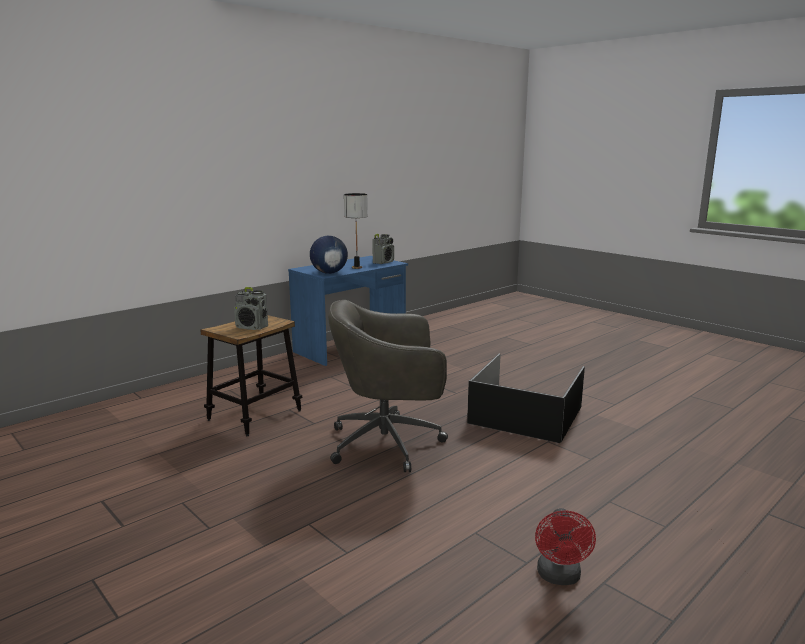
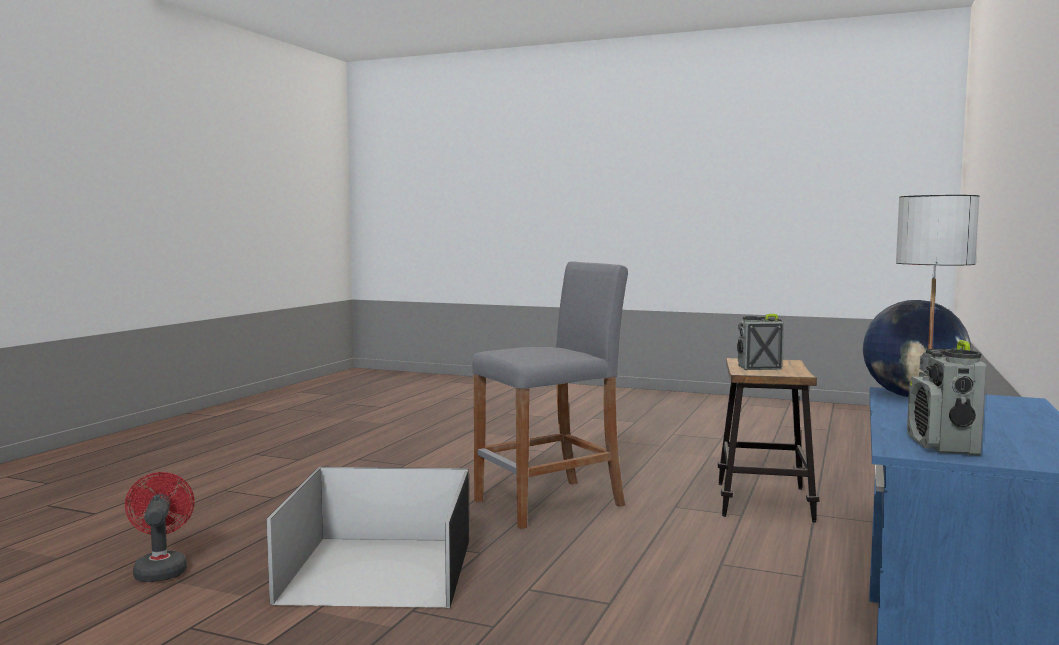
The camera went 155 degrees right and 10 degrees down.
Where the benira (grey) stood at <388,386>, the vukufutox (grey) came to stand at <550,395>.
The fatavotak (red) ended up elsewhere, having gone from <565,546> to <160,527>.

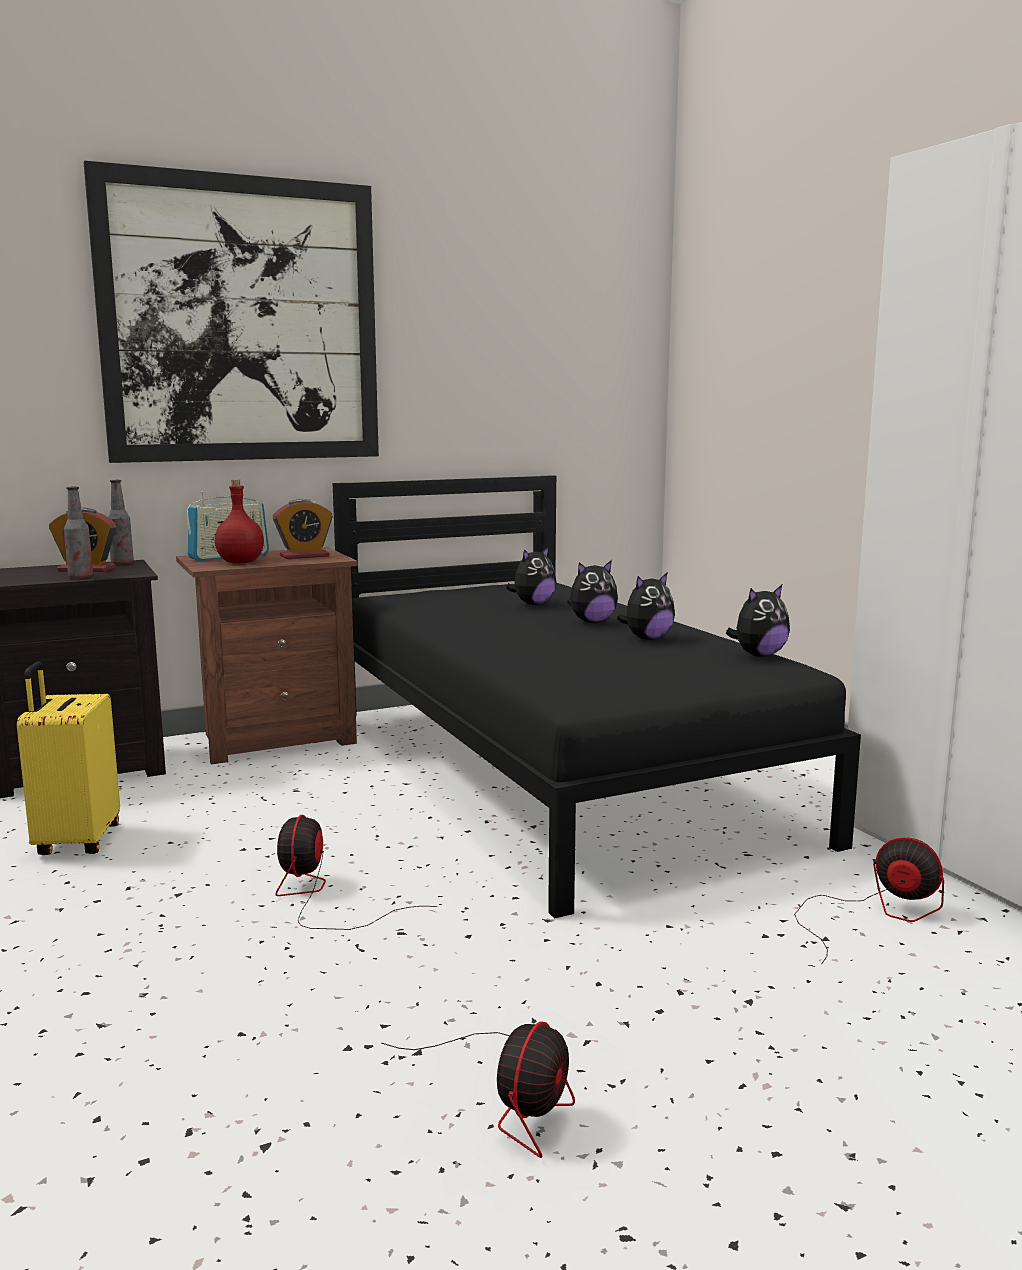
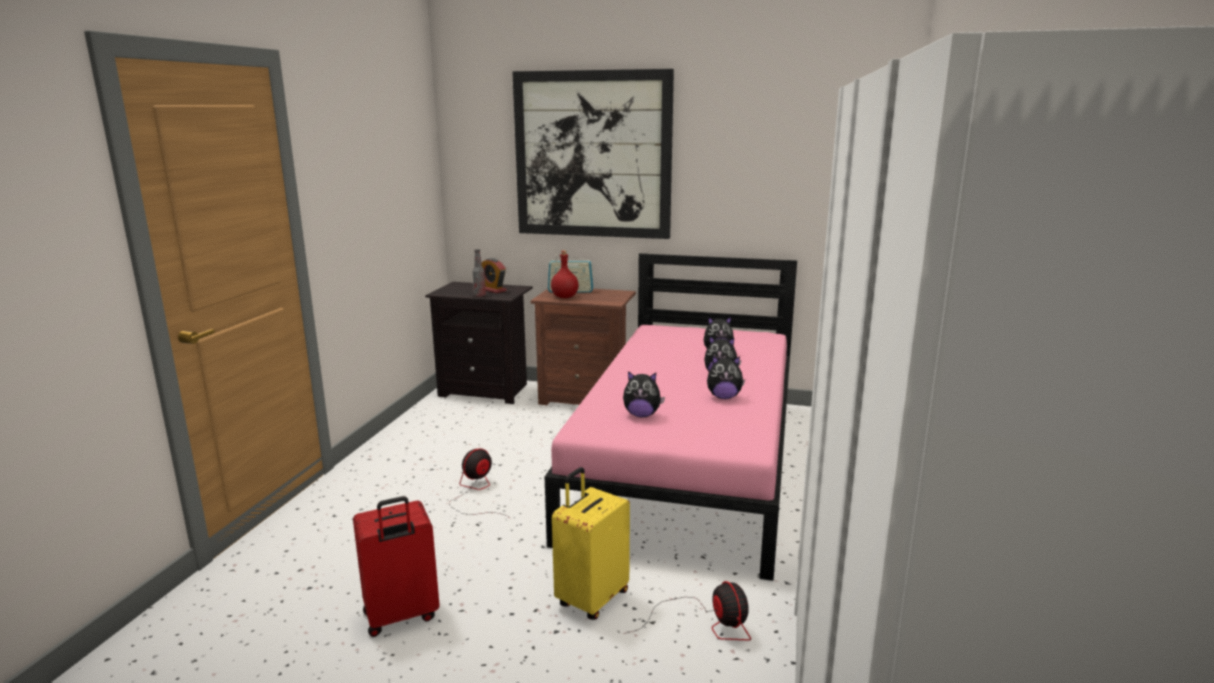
The camera went 40 degrees right and 5 degrees up.
What was the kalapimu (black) at <597,697> turned into the kalapimu (pink) at <671,417>.
The second view lost the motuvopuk at <121,522>.
The second view lost the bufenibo at <303,529>.
The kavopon ended up elsewhere, having gone from <758,621> to <644,394>.
The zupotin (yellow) ended up elsewhere, having gone from <68,758> to <591,543>.
Where the fatavotak stood at <478,1089>, the zupotin (red) came to stand at <396,566>.

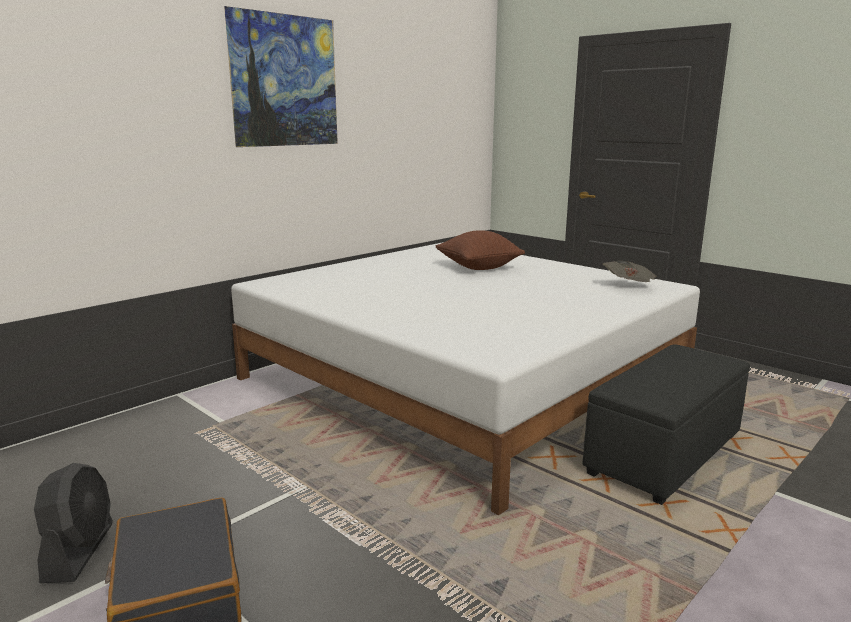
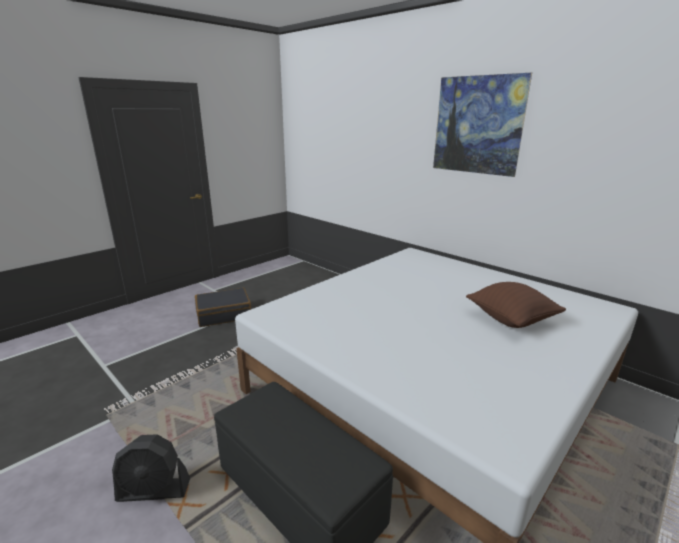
The camera went 90 degrees right and 5 degrees up.
The second view lost the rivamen at <629,271>.
The fatavotak (black) ended up elsewhere, having gone from <73,523> to <151,468>.

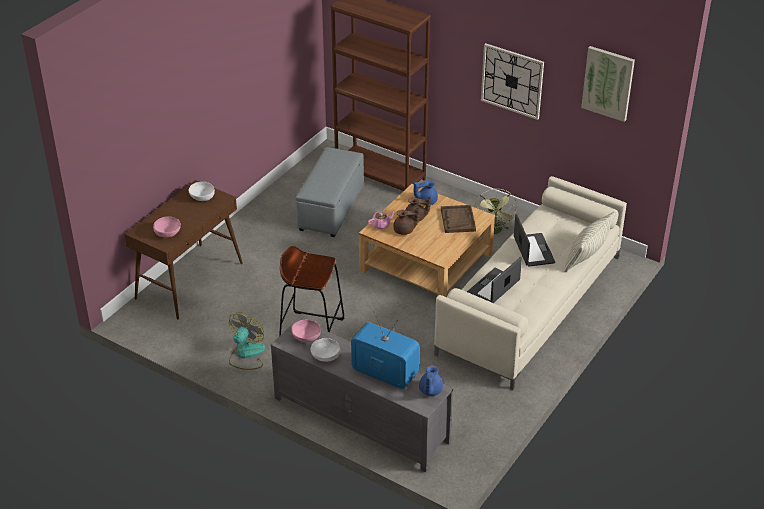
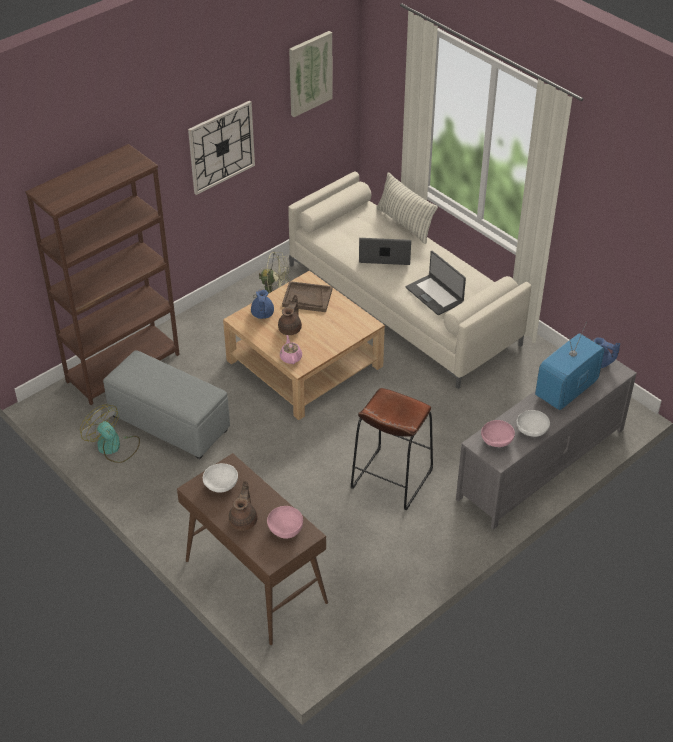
The camera went 75 degrees left and 5 degrees up.
The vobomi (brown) ended up elsewhere, having gone from <406,221> to <243,505>.
The fatavotak ended up elsewhere, having gone from <247,341> to <110,433>.

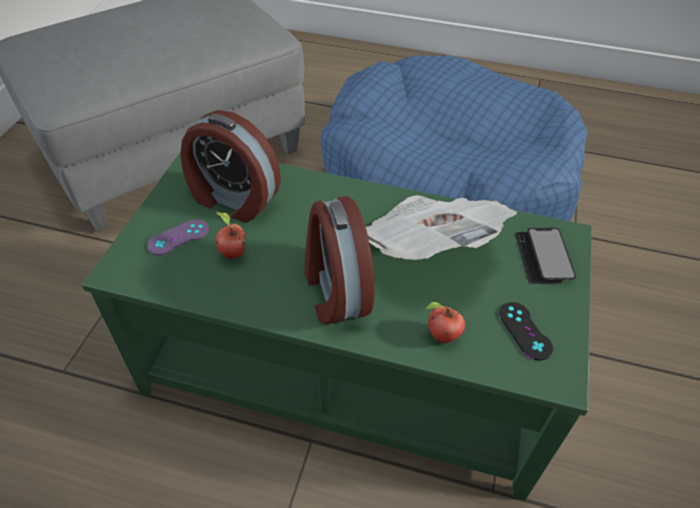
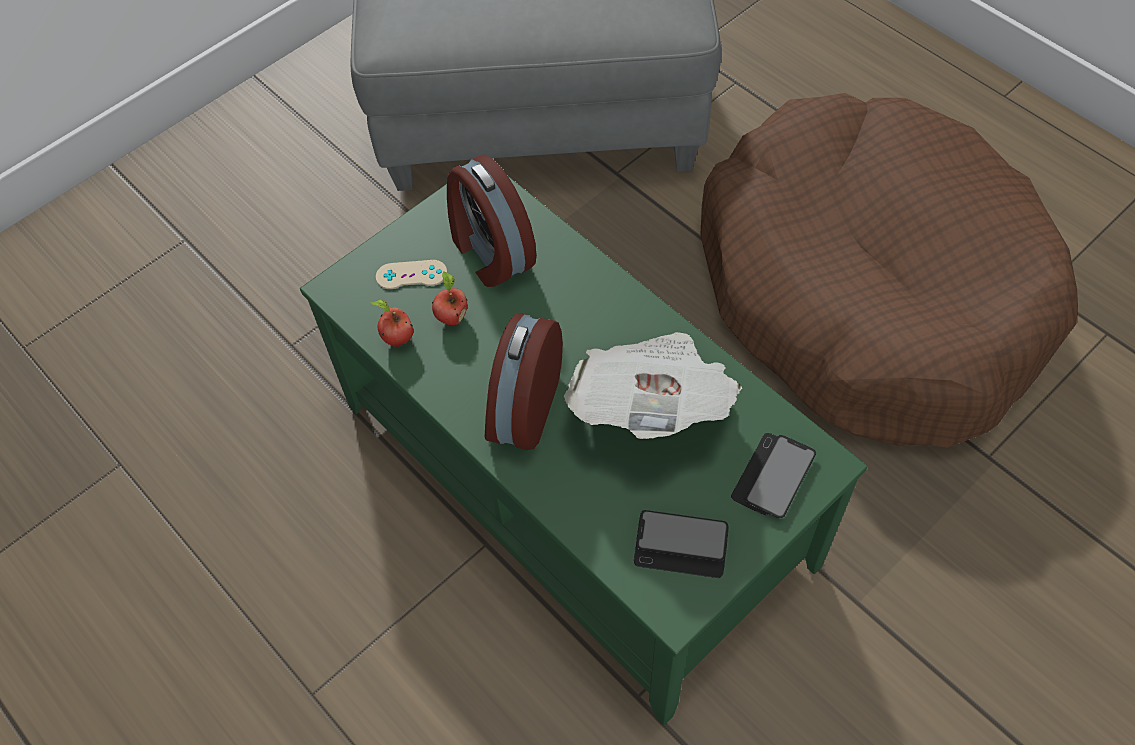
The camera went 35 degrees right and 10 degrees up.
What was the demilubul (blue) at <454,138> turned into the demilubul (brown) at <889,270>.
What was the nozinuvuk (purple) at <178,237> turned into the nozinuvuk (beige) at <411,274>.
The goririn ended up elsewhere, having gone from <446,322> to <391,323>.
Where the nozinuvuk (black) stood at <526,331>, the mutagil came to stand at <681,544>.

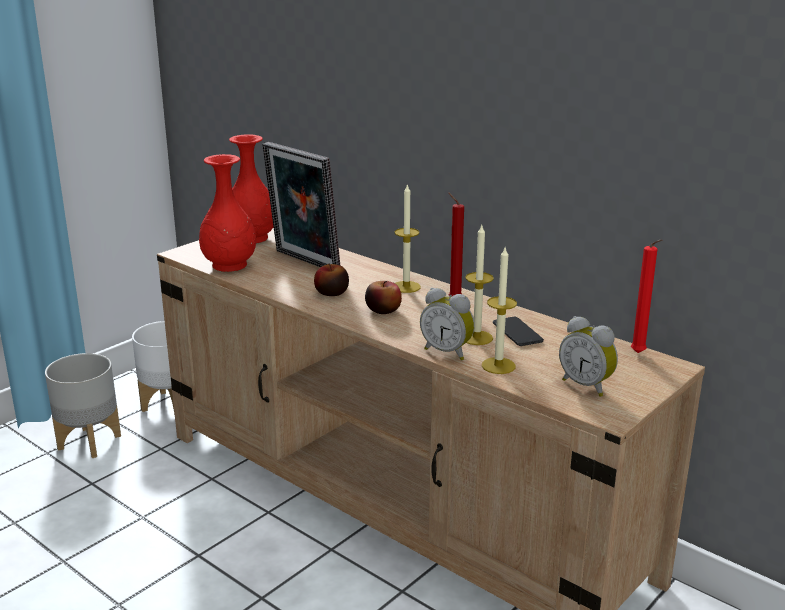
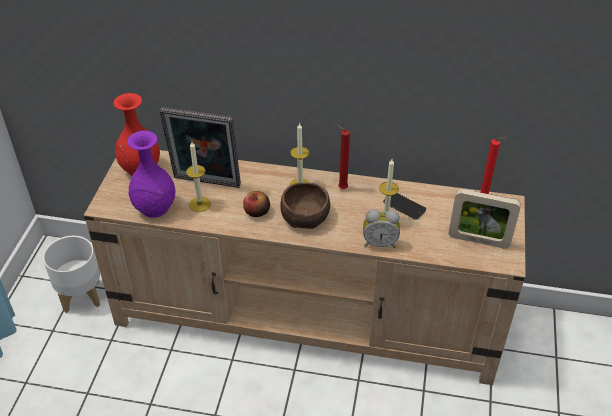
The camera went 30 degrees left and 20 degrees up.
What was the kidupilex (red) at <227,213> turned into the kidupilex (purple) at <151,174>.
The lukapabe ended up elsewhere, having gone from <499,311> to <198,177>.
Where the goririn stood at <383,297>, the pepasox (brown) came to stand at <305,205>.
Where the bufenibo stood at <588,356>, the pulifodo came to stand at <485,219>.
The second view lost the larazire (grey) at <83,405>.

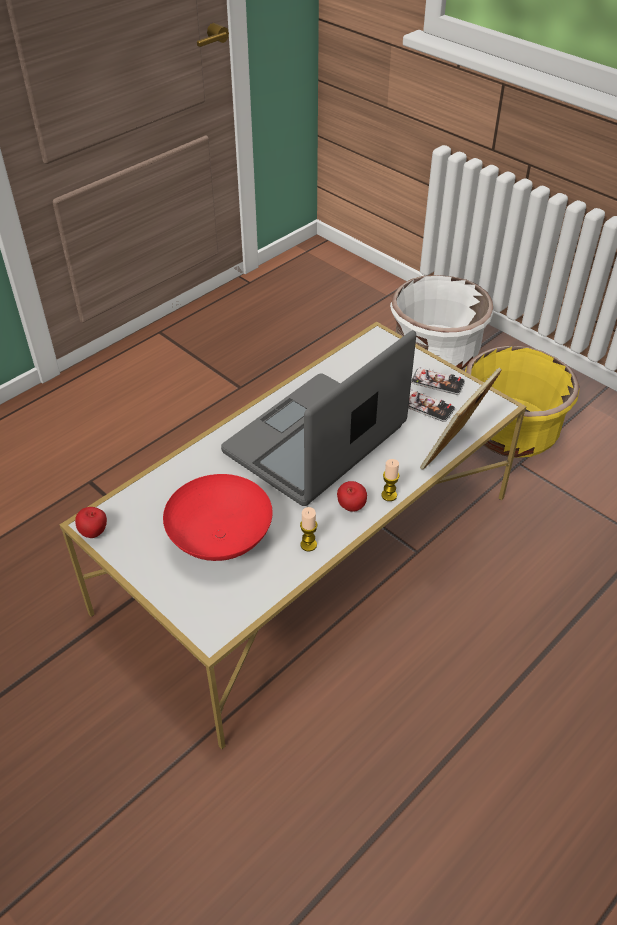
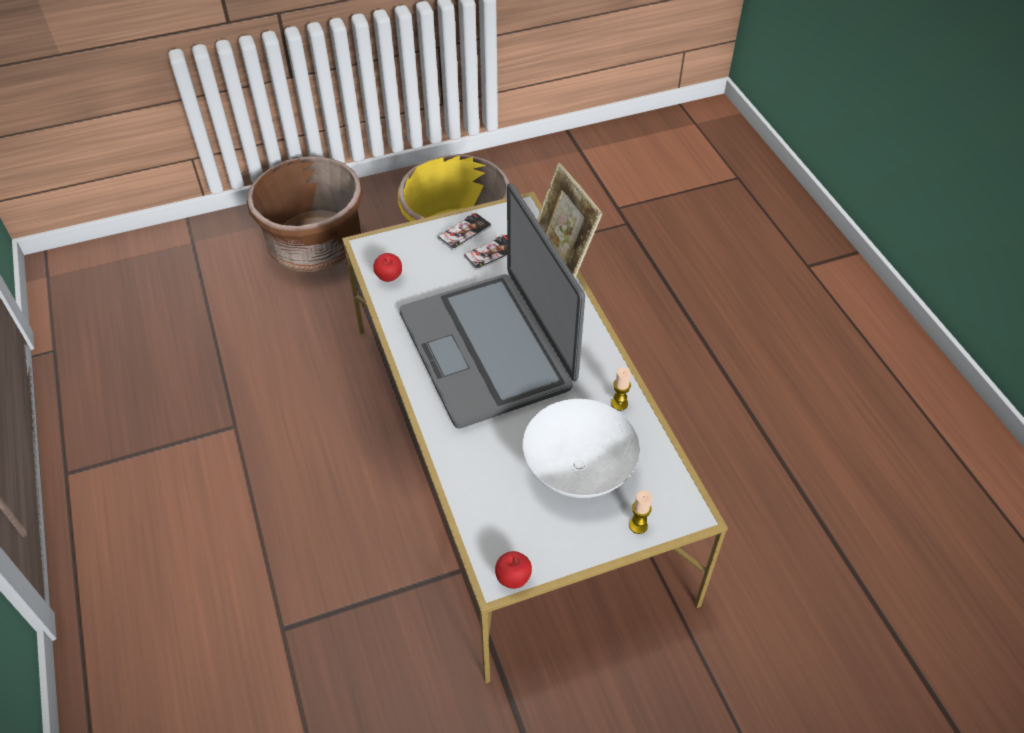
The camera went 65 degrees left and 5 degrees up.
What was the larazire (white) at <442,322> turned into the larazire (brown) at <305,214>.
The lukapabe ended up elsewhere, having gone from <390,480> to <640,512>.
What was the pepasox (red) at <218,517> turned into the pepasox (white) at <581,448>.
The goririn ended up elsewhere, having gone from <352,496> to <387,267>.

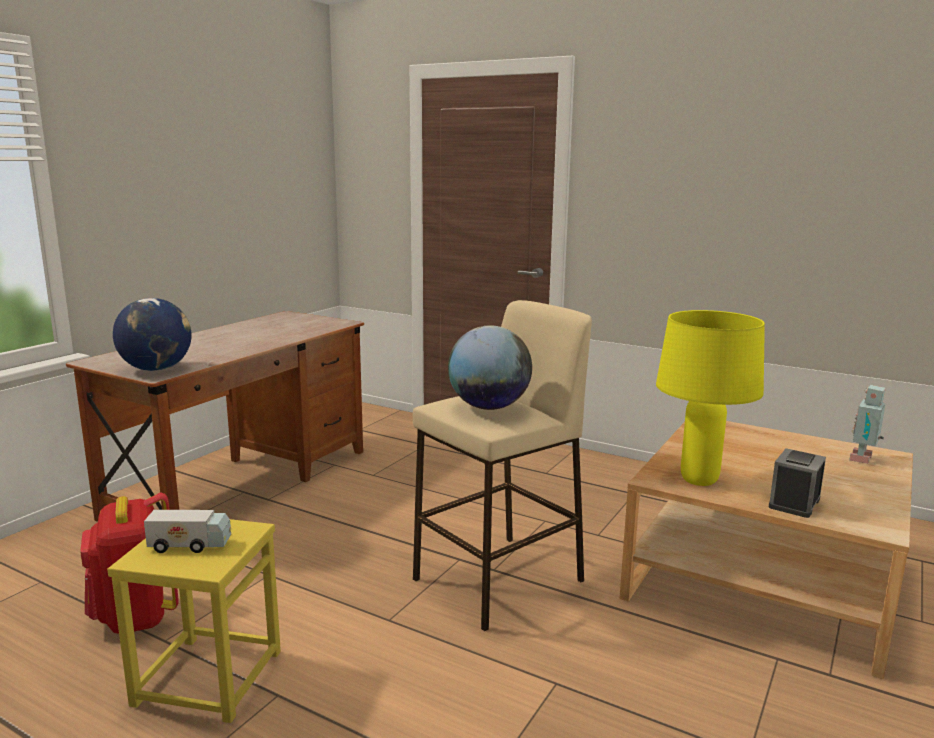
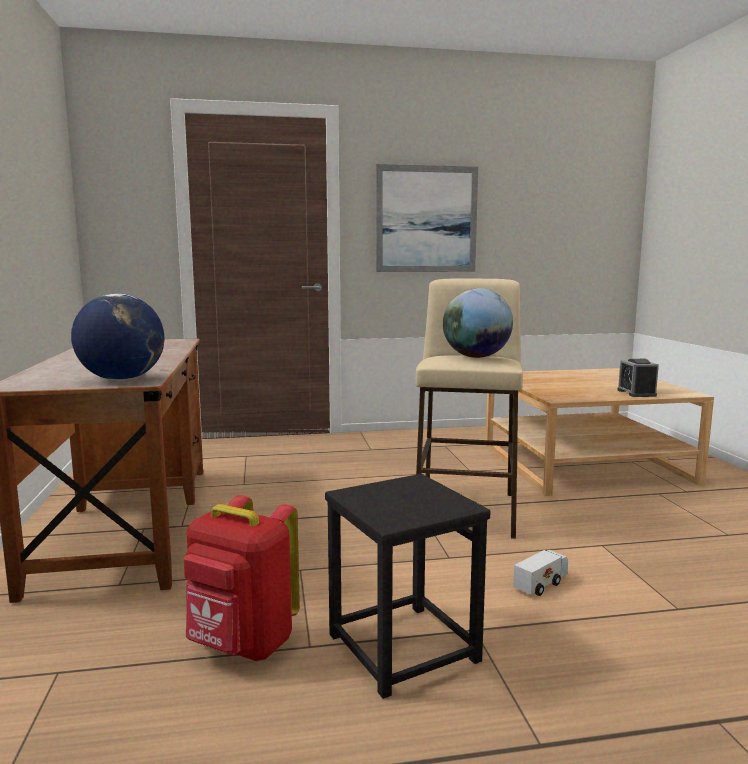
The camera went 40 degrees left and 5 degrees down.
The second view lost the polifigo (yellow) at <710,398>.
The second view lost the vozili at <867,424>.
The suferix ended up elsewhere, having gone from <187,531> to <540,573>.
What was the vukufutox (yellow) at <194,621> turned into the vukufutox (black) at <407,586>.
The second view gained the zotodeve at <427,218>.

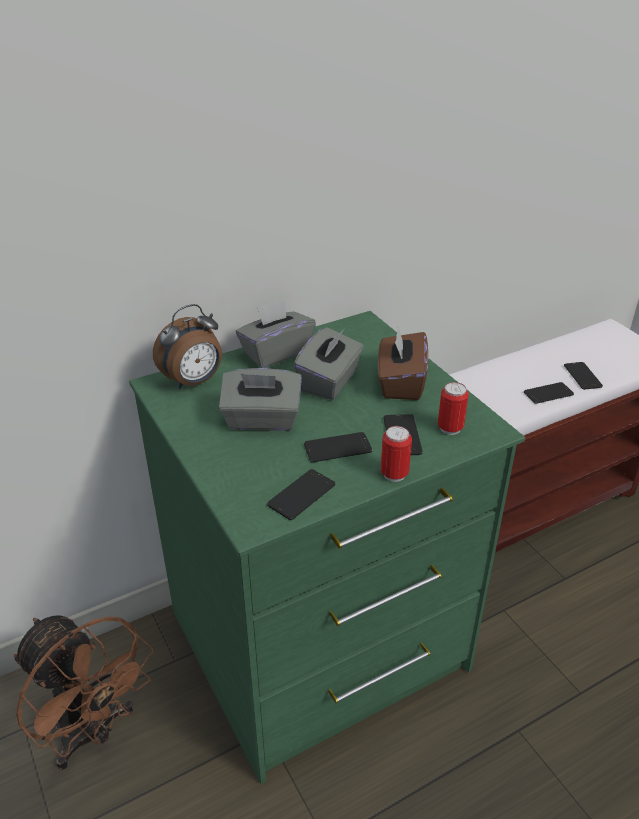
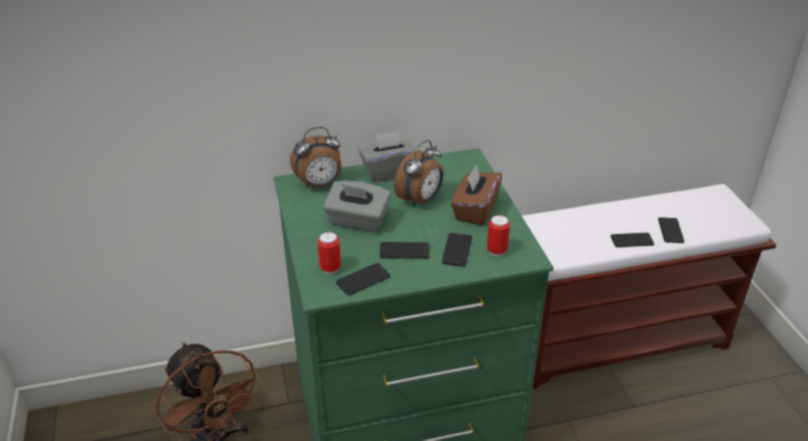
The camera went 15 degrees right and 0 degrees up.
Where the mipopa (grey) stood at <328,363>, the bufenibo came to stand at <418,174>.
The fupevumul ended up elsewhere, having gone from <396,454> to <329,253>.

